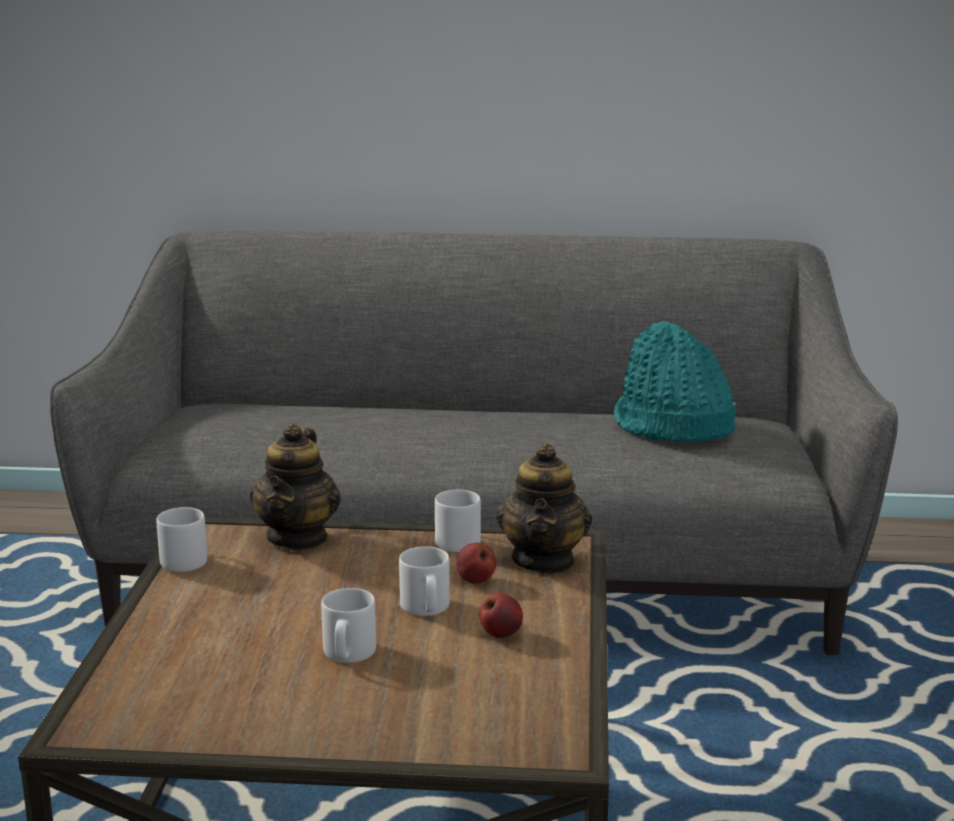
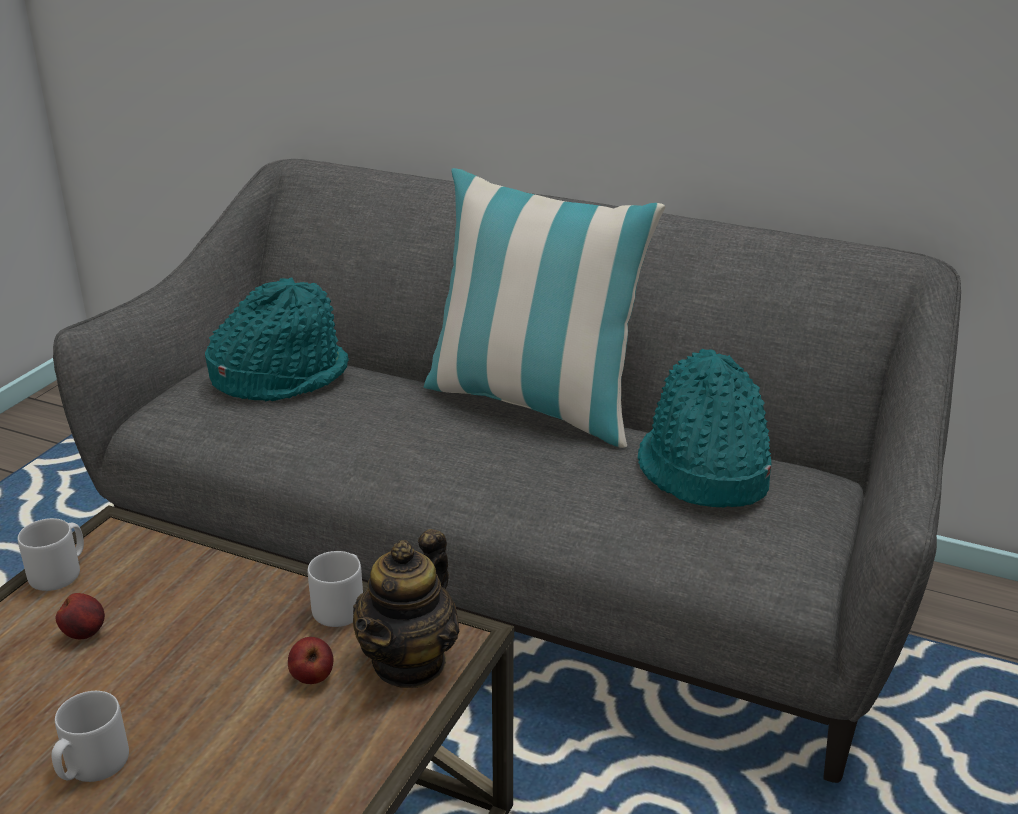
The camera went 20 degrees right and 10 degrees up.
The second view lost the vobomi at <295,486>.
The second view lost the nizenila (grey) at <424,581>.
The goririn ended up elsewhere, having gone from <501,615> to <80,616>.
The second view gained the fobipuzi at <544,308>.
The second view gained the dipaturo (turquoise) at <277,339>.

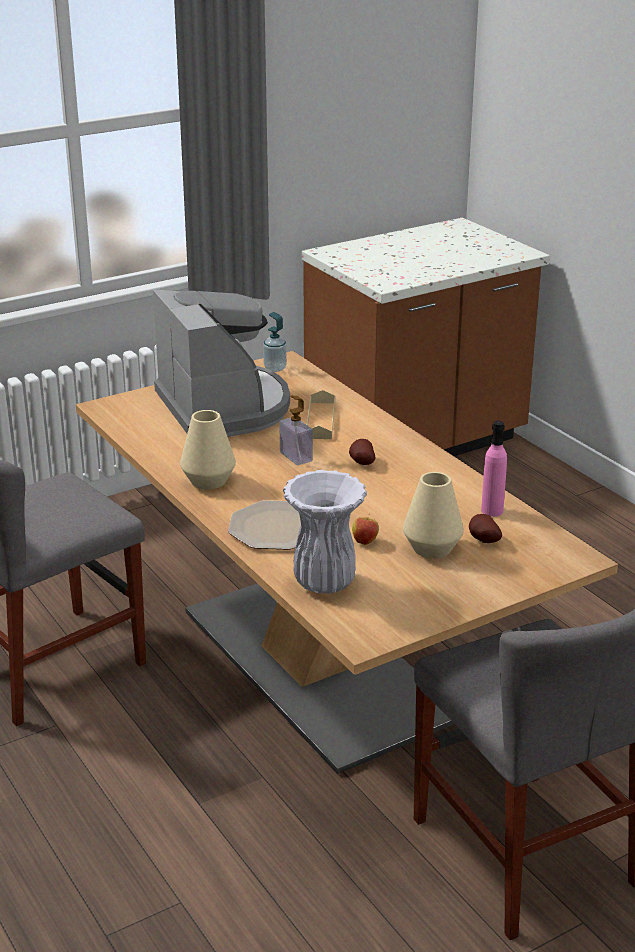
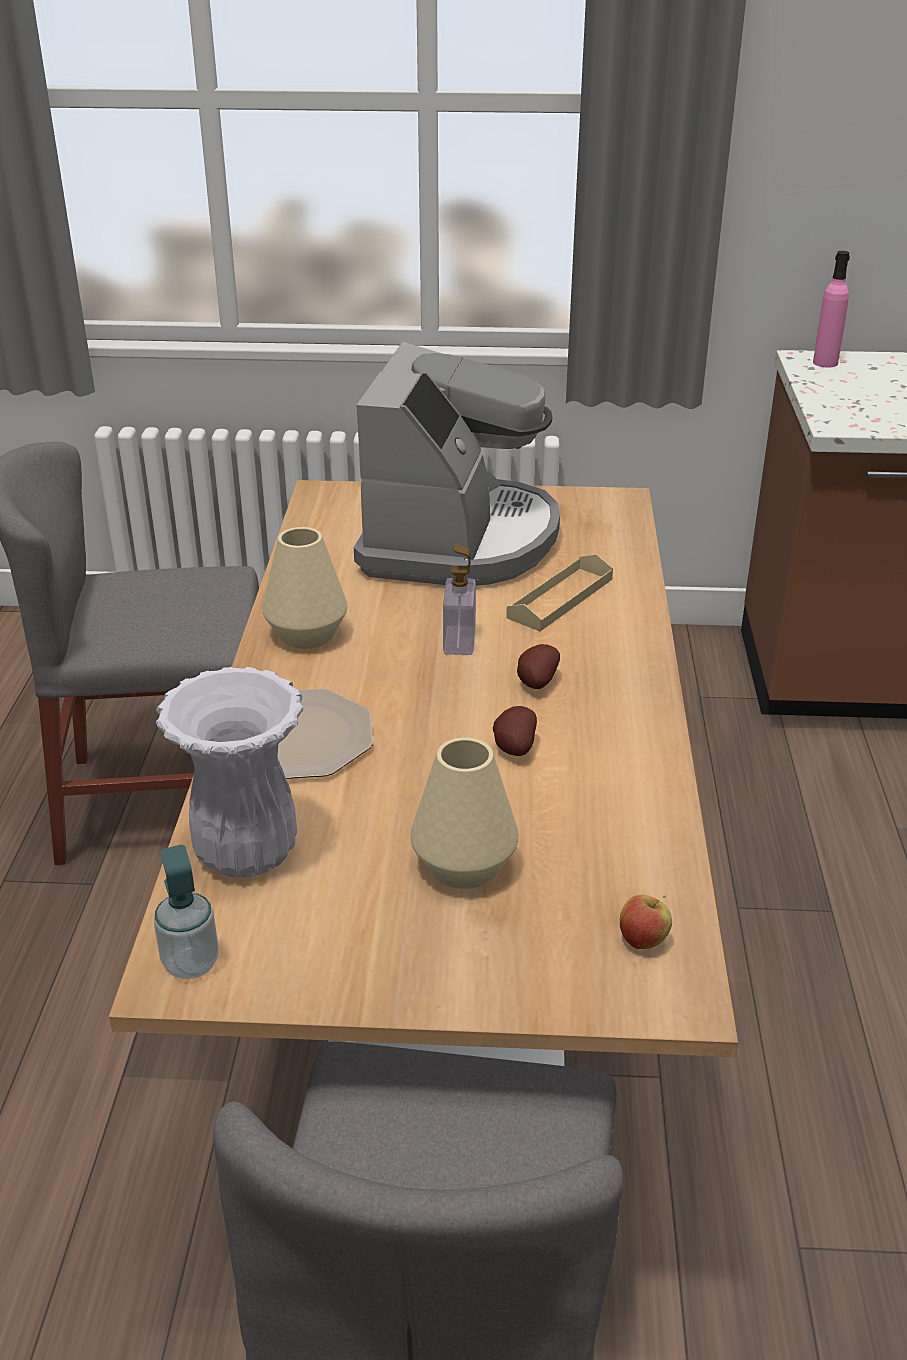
The camera went 35 degrees right and 5 degrees up.
The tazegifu ended up elsewhere, having gone from <275,342> to <186,912>.
The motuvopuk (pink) ended up elsewhere, having gone from <494,469> to <831,309>.
The goririn ended up elsewhere, having gone from <365,529> to <646,922>.
The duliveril ended up elsewhere, having gone from <485,528> to <515,731>.

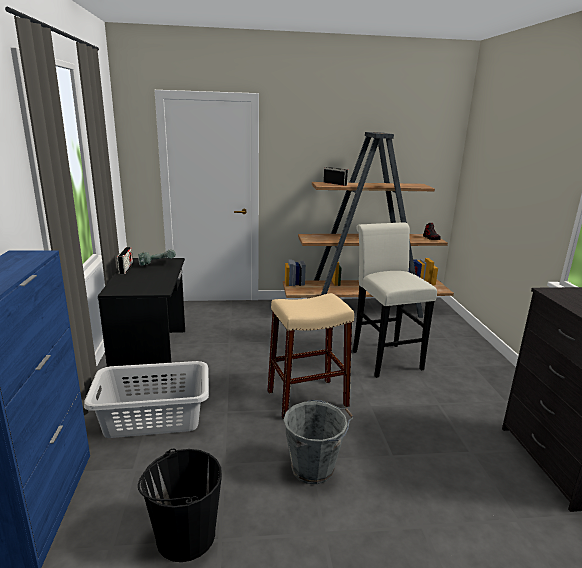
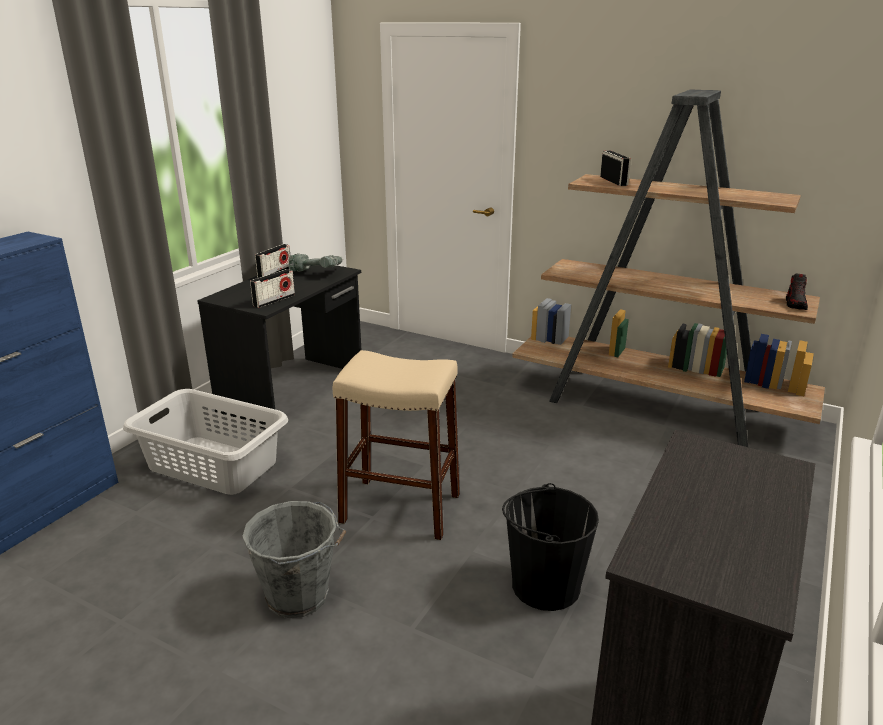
The camera went 35 degrees right and 5 degrees up.
The second view lost the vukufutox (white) at <395,300>.
The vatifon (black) ended up elsewhere, having gone from <180,505> to <550,547>.
The second view gained the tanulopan at <272,288>.

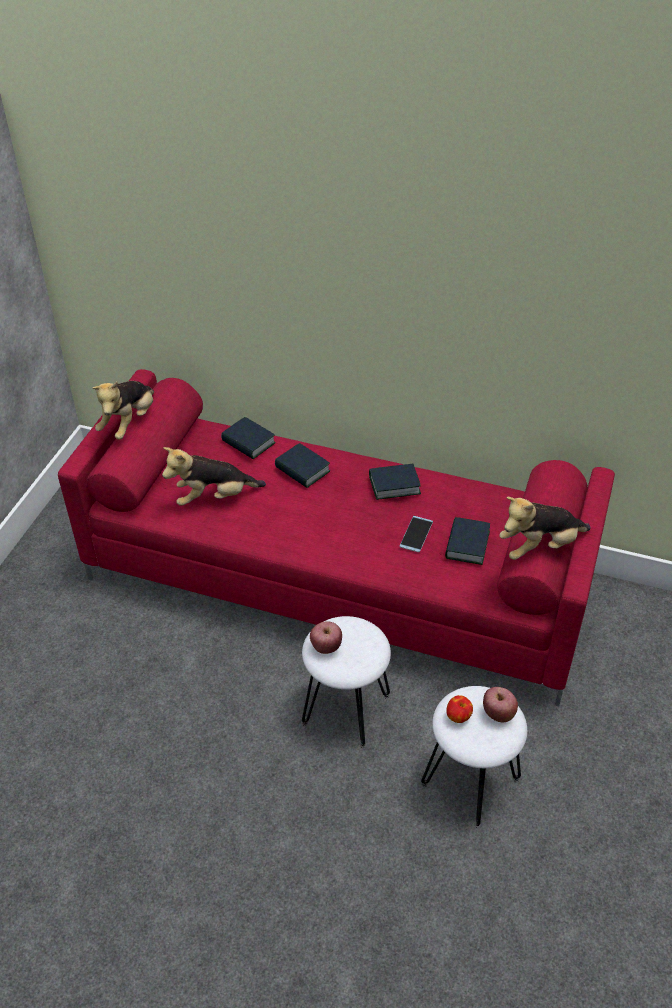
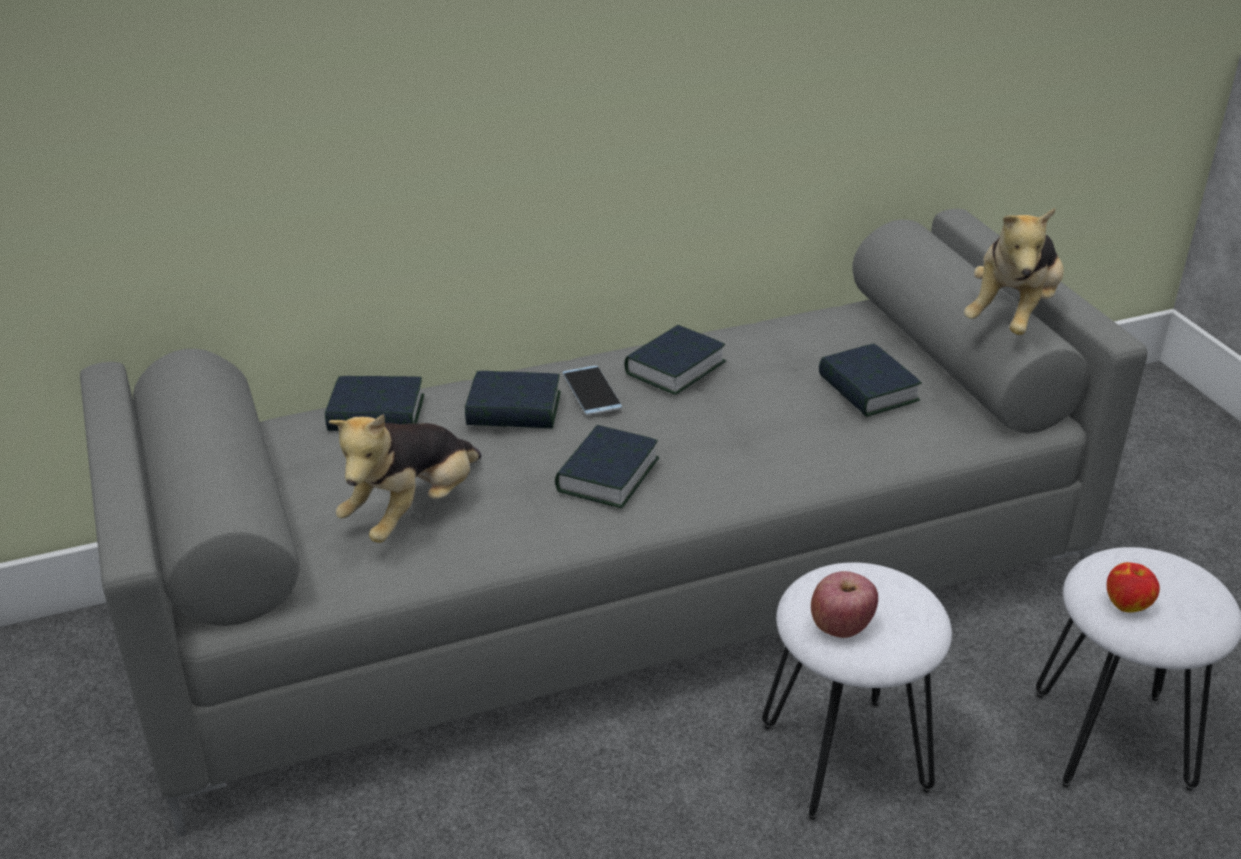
The camera went 40 degrees left and 10 degrees down.
What was the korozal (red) at <336,537> turned into the korozal (grey) at <613,523>.
The second view lost the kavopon at <123,410>.
The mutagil ended up elsewhere, having gone from <416,534> to <592,390>.
The second view lost the goririn at <500,704>.
The second view gained the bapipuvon at <607,466>.

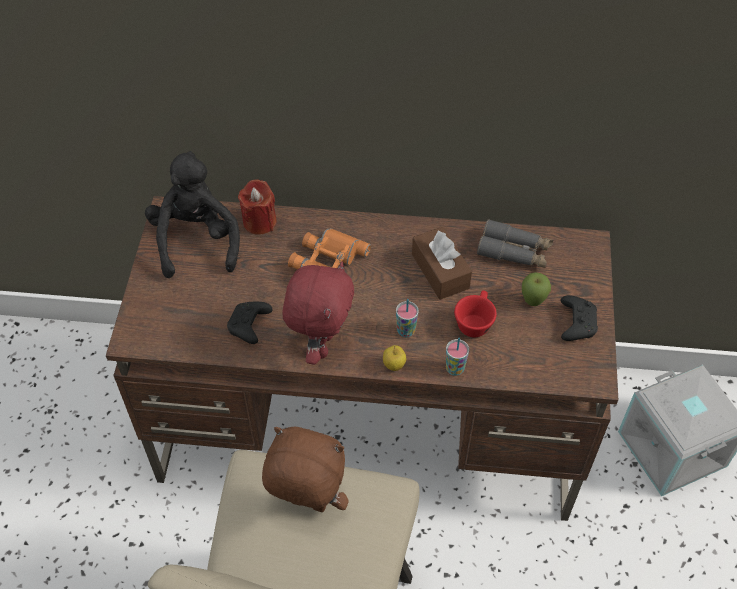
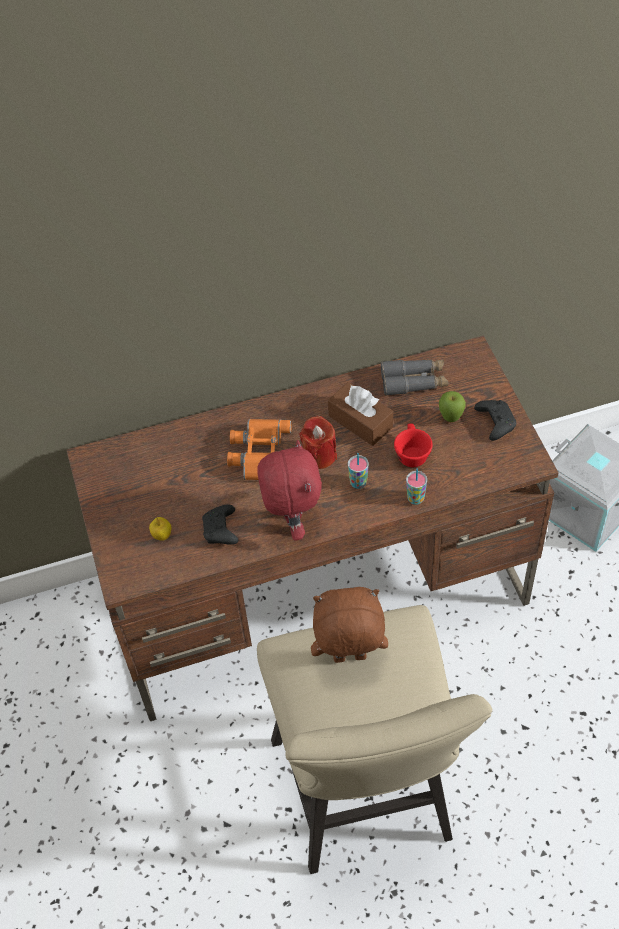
The camera went 20 degrees left and 0 degrees up.
The second view lost the kavopon (black) at <192,214>.
The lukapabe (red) ended up elsewhere, having gone from <257,207> to <318,442>.
The goririn ended up elsewhere, having gone from <394,358> to <160,529>.

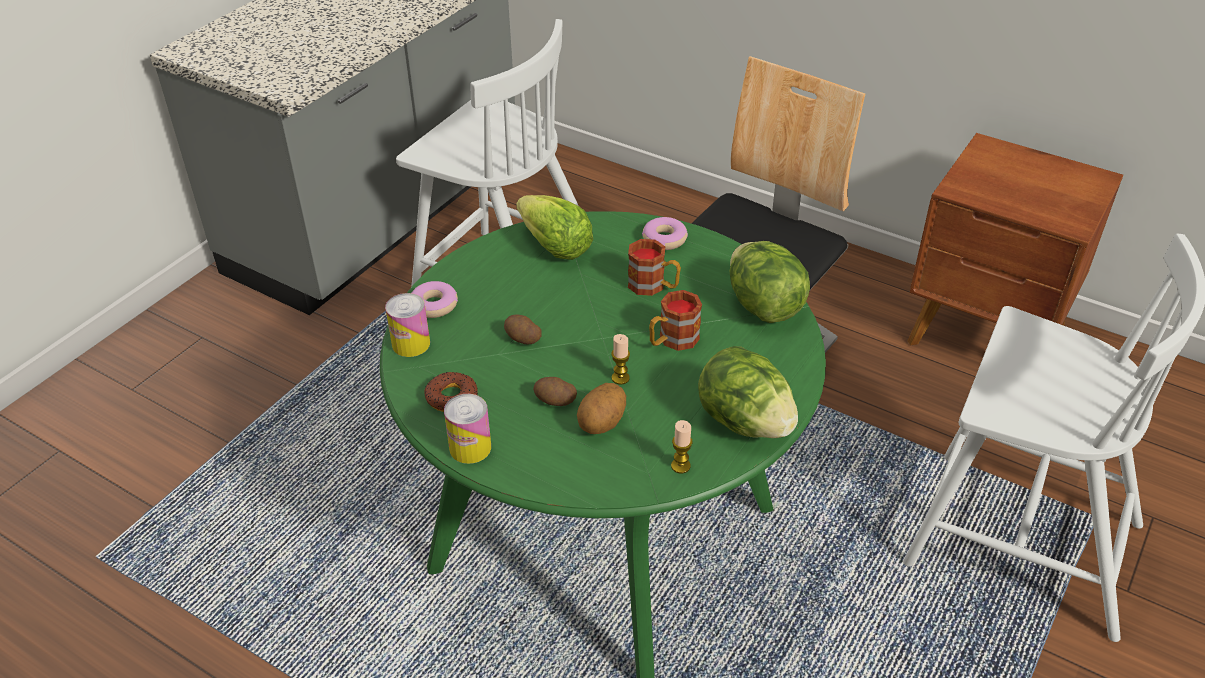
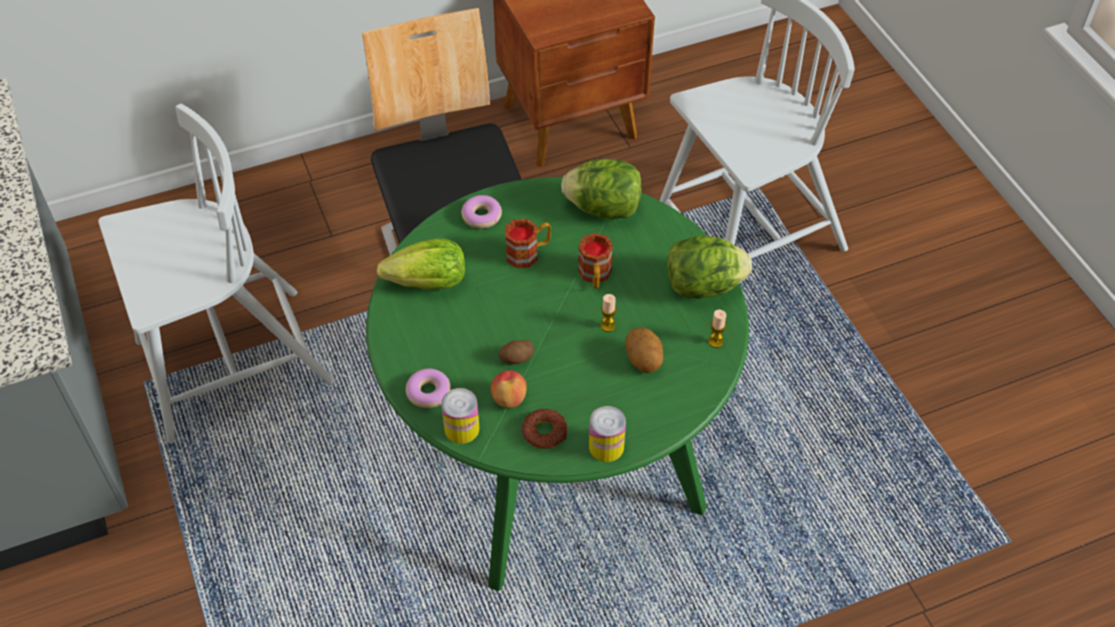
The camera went 55 degrees left and 10 degrees up.
The second view lost the duliveril at <555,391>.
The second view gained the goririn at <509,389>.

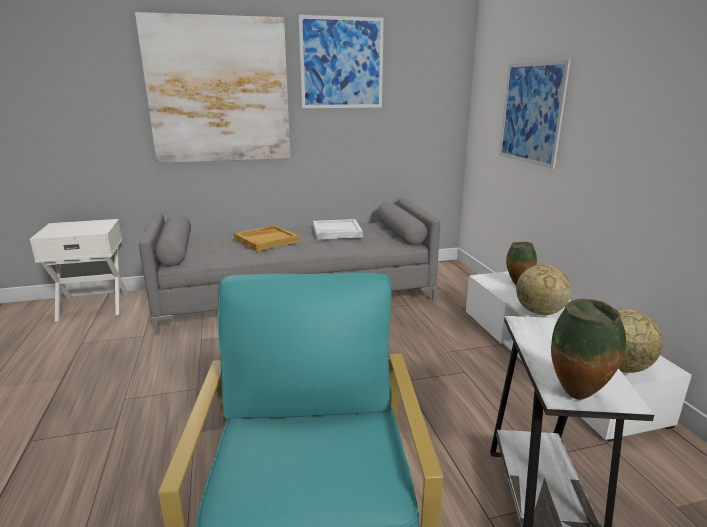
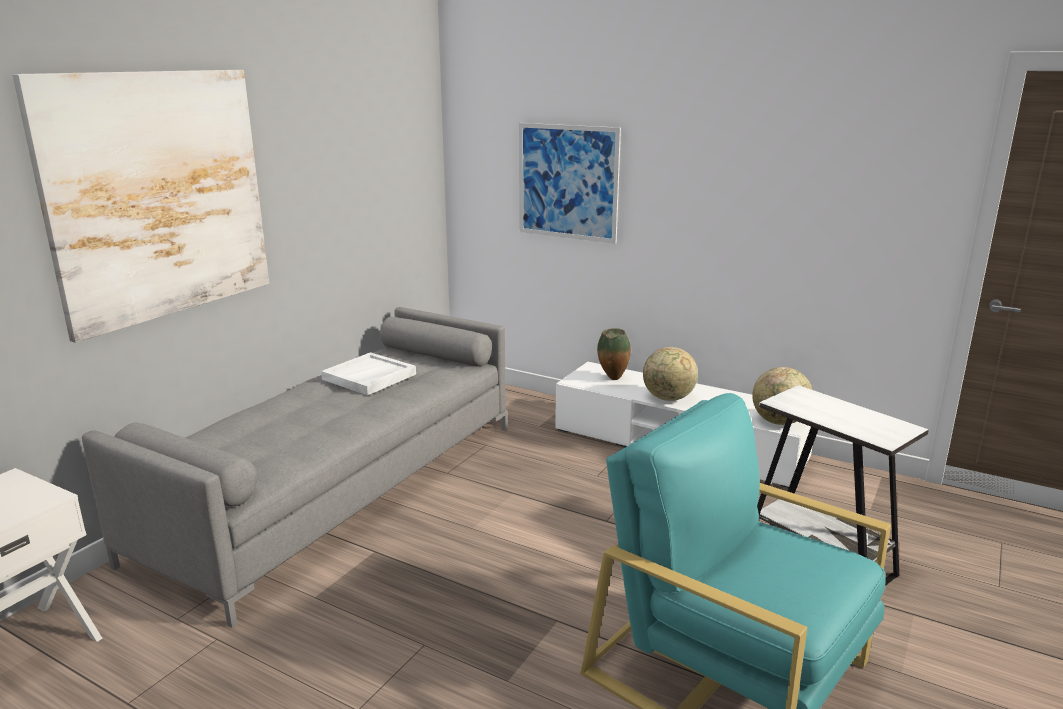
The camera went 45 degrees left and 0 degrees up.
The second view lost the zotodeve at <341,61>.
The second view lost the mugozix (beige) at <266,238>.
The second view lost the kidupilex at <588,349>.

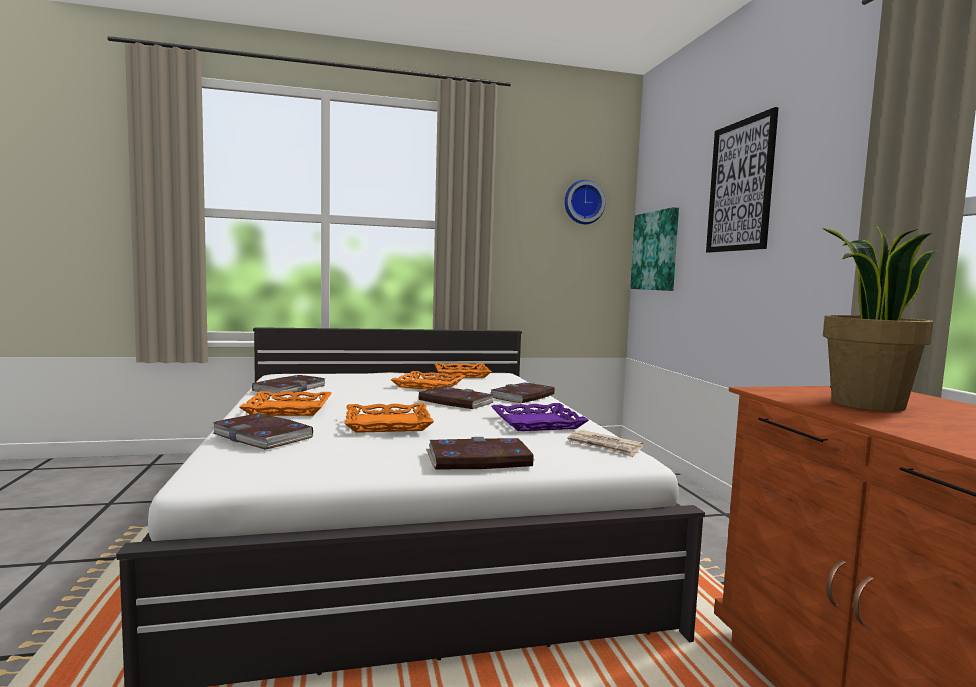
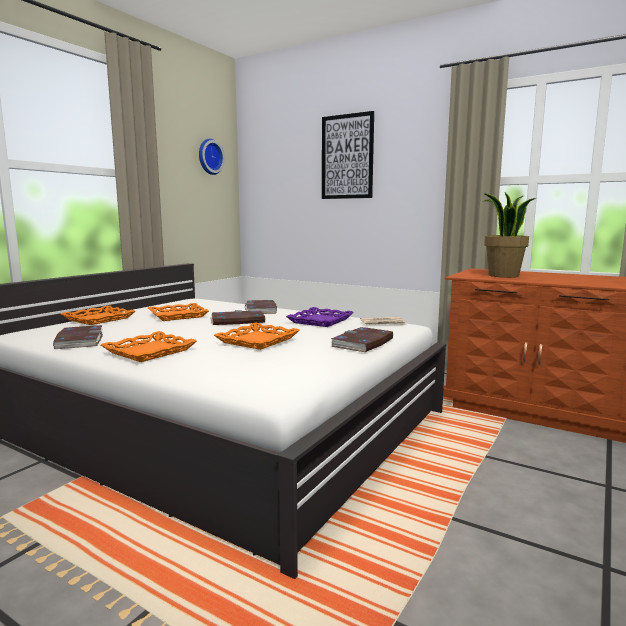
The camera went 45 degrees left and 5 degrees up.
The second view lost the zotodeve at <654,249>.
The mugozix (orange) ended up elsewhere, having gone from <463,370> to <98,315>.
The second view lost the bapipuvon at <262,431>.

